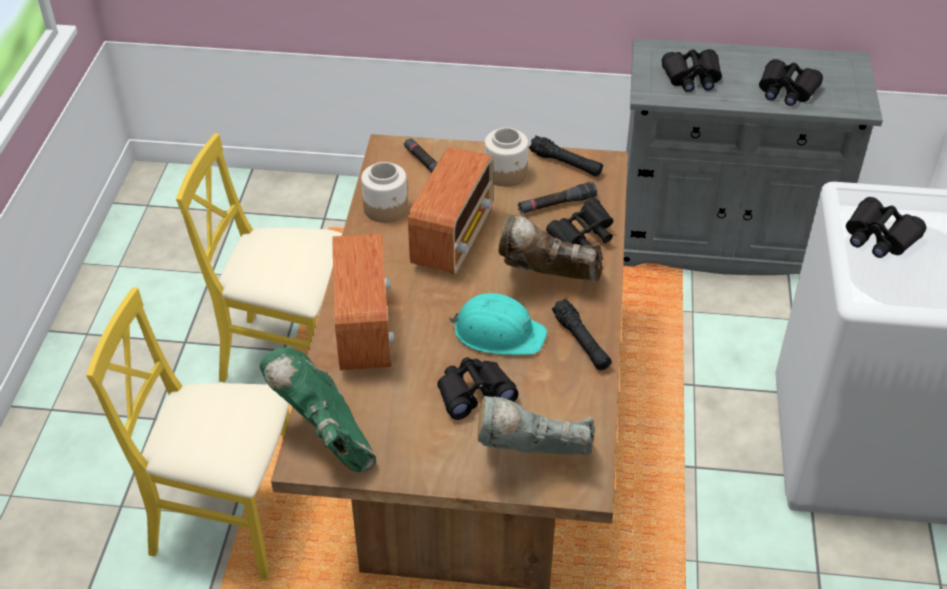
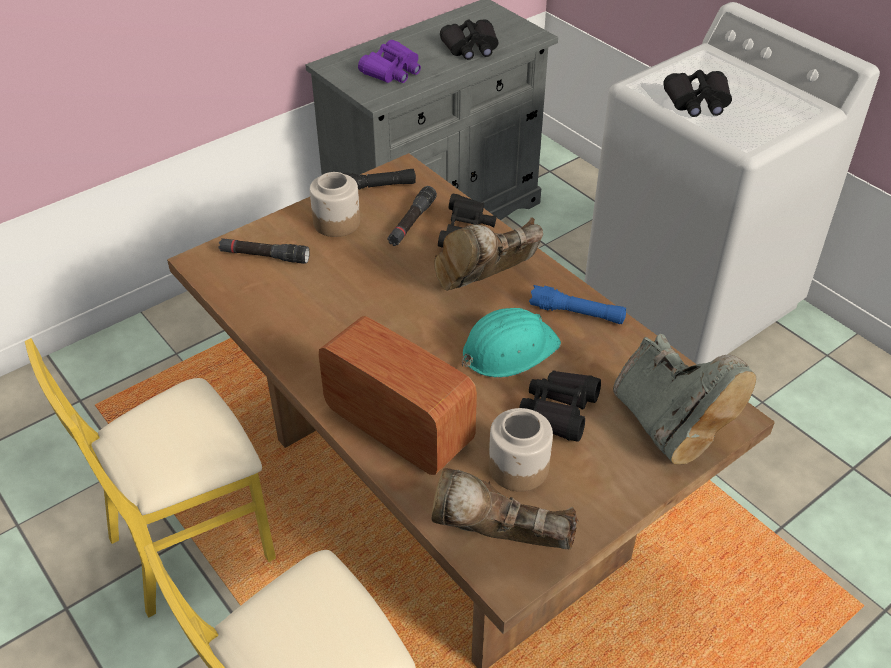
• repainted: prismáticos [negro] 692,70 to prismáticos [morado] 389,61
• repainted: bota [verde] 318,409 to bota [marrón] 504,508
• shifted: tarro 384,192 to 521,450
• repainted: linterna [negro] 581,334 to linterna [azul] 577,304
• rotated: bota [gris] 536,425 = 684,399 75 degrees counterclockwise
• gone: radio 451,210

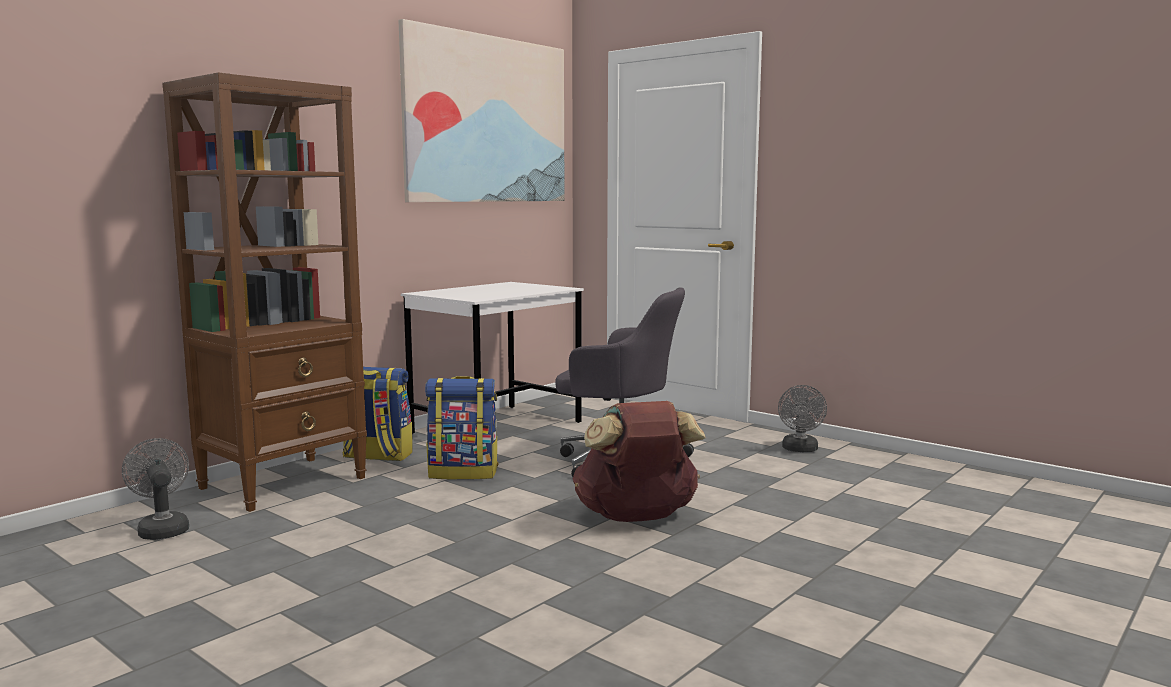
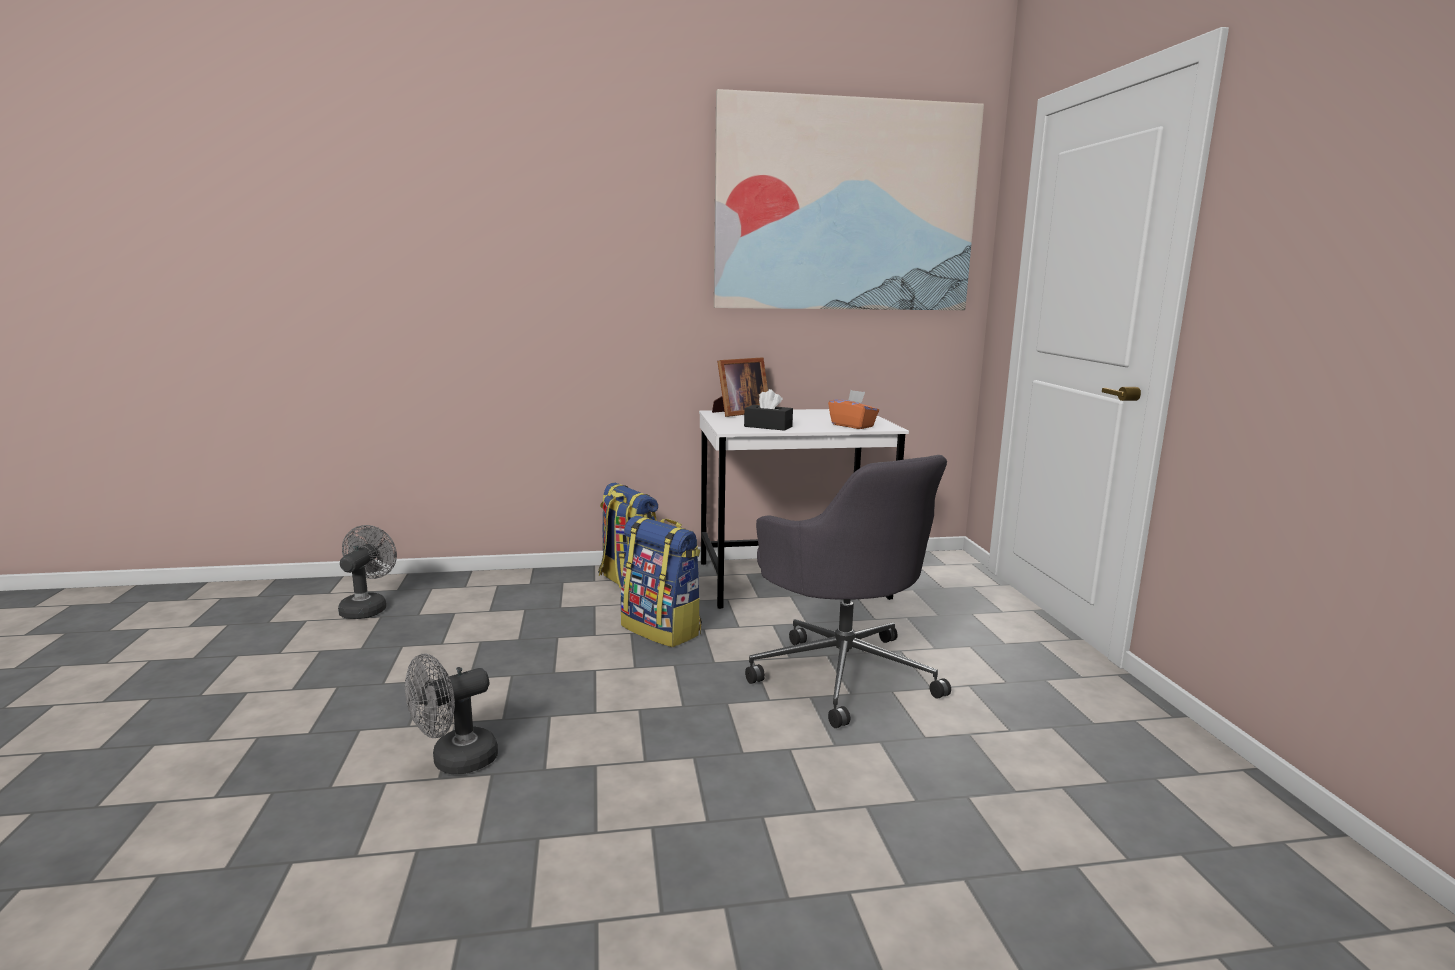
• shifted: ventilador [gris] 802,418 to 451,714
• new: portarretratos 740,387
• new: caja de pañuelos [negro] 768,410
• new: caja de pañuelos [naranja] 853,409
• gone: estantería [marrón] 264,292
• gone: mochila [marrón] 639,461

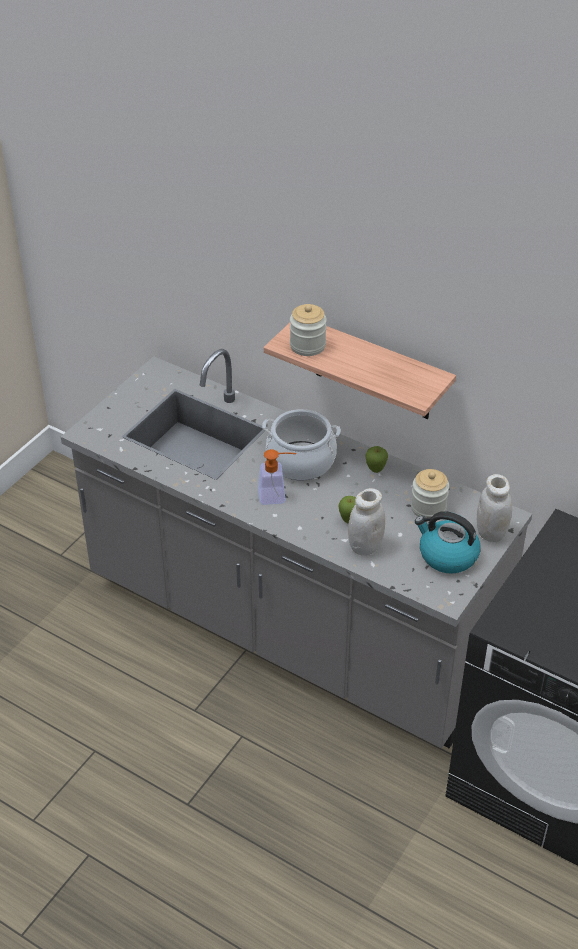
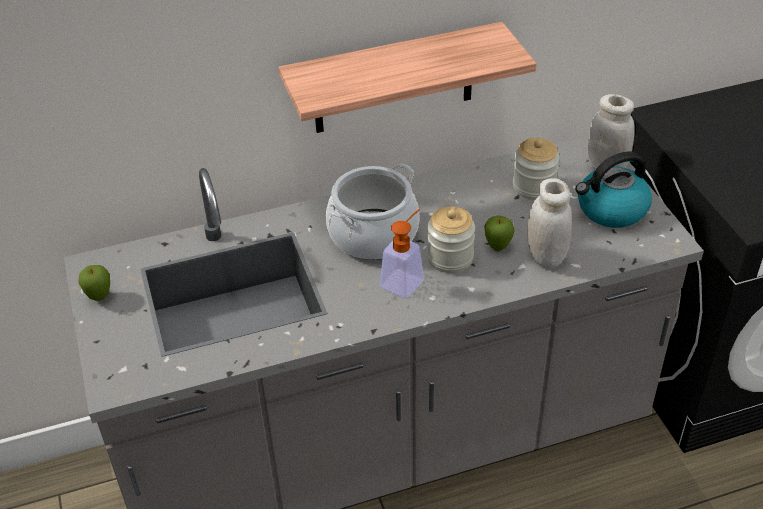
• shifted: manzana 376,459 to 94,283
• shifted: tarro 308,330 to 451,240

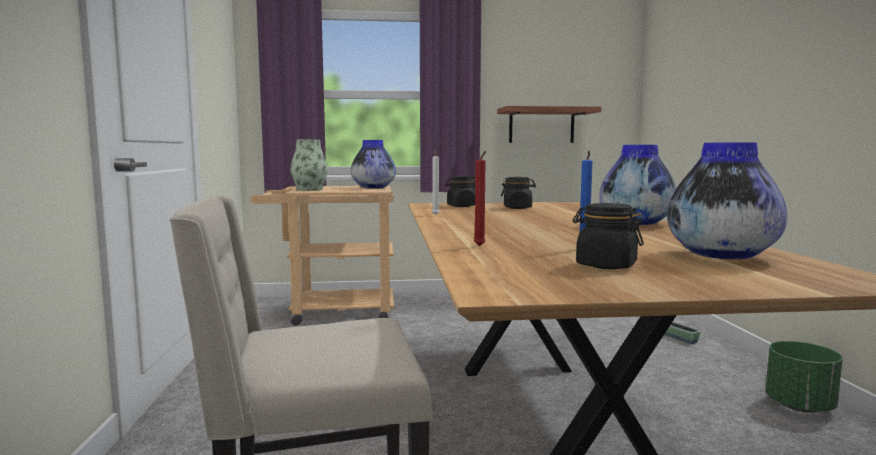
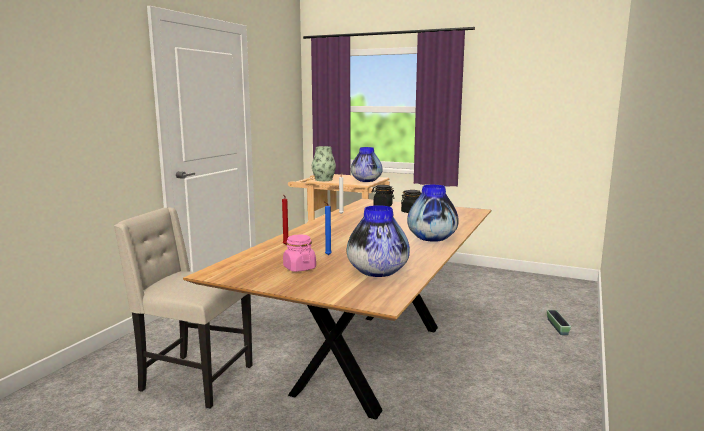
• repainted: tarro [negro] 608,236 to tarro [rosa] 299,253
• gone: estante 549,124
• gone: maceta [verde] 804,377

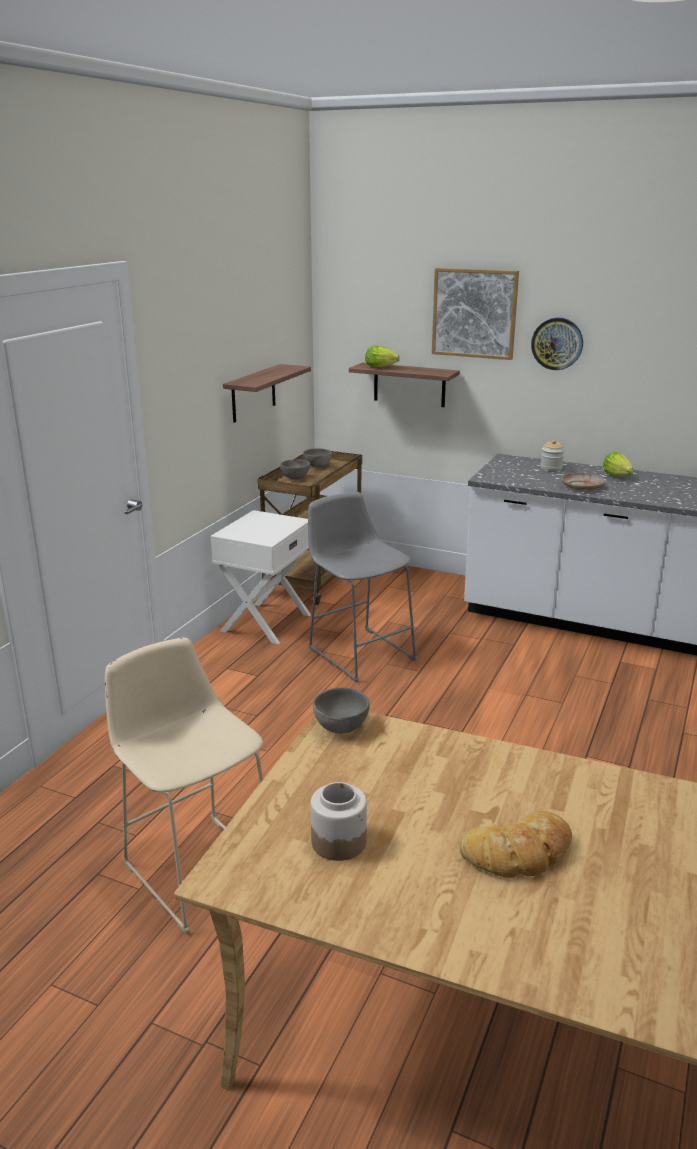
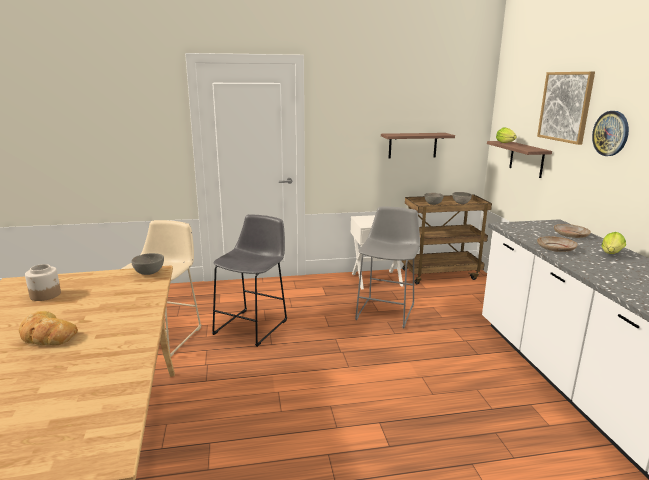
• new: taburete [gris] 249,280
• swapped: tarro 552,455 to plato [beis] 572,231

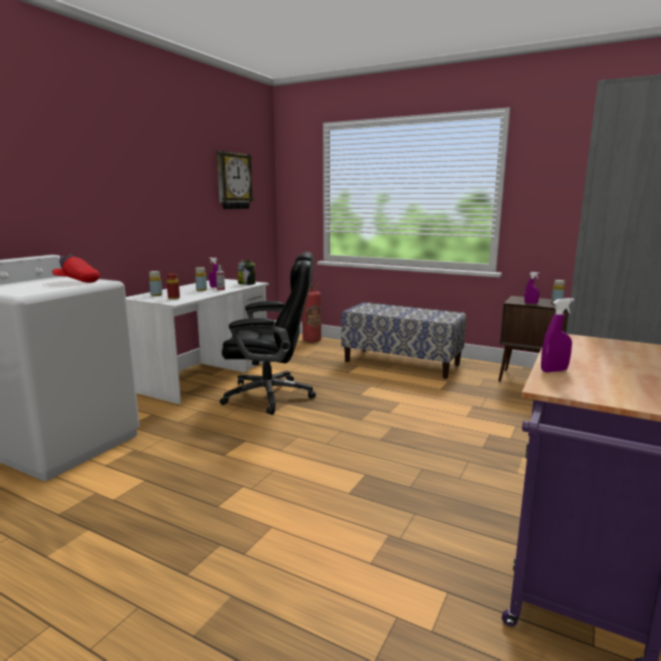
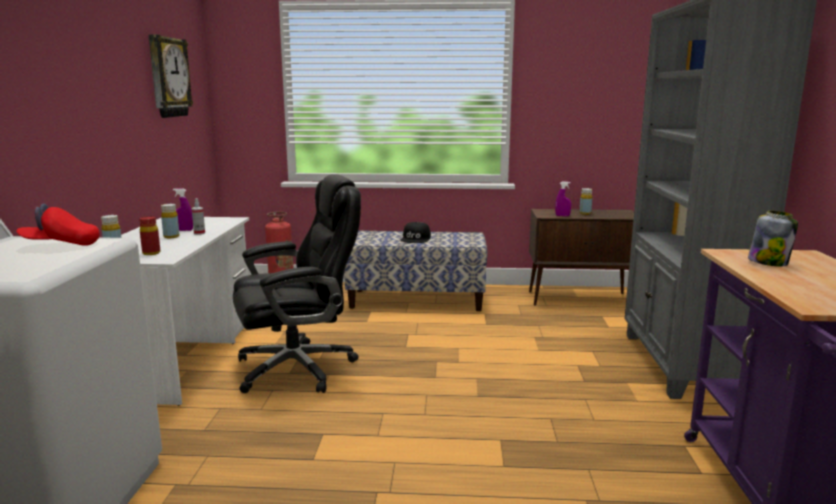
• new: gorra [negro] 416,232
• shifted: tarro 247,272 to 773,238
• gone: pulverizador [morado] 557,335

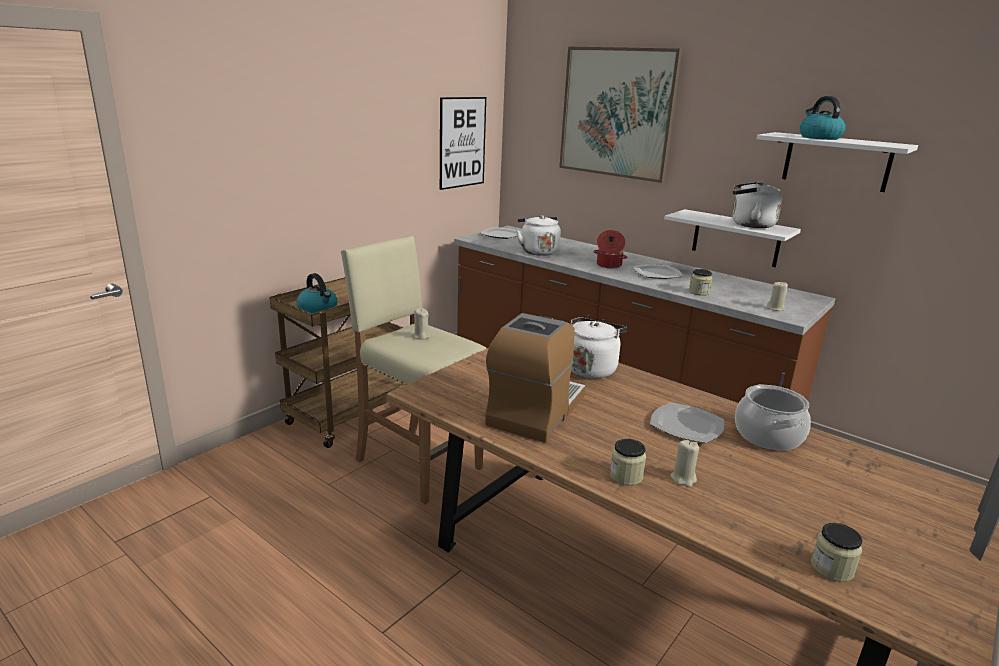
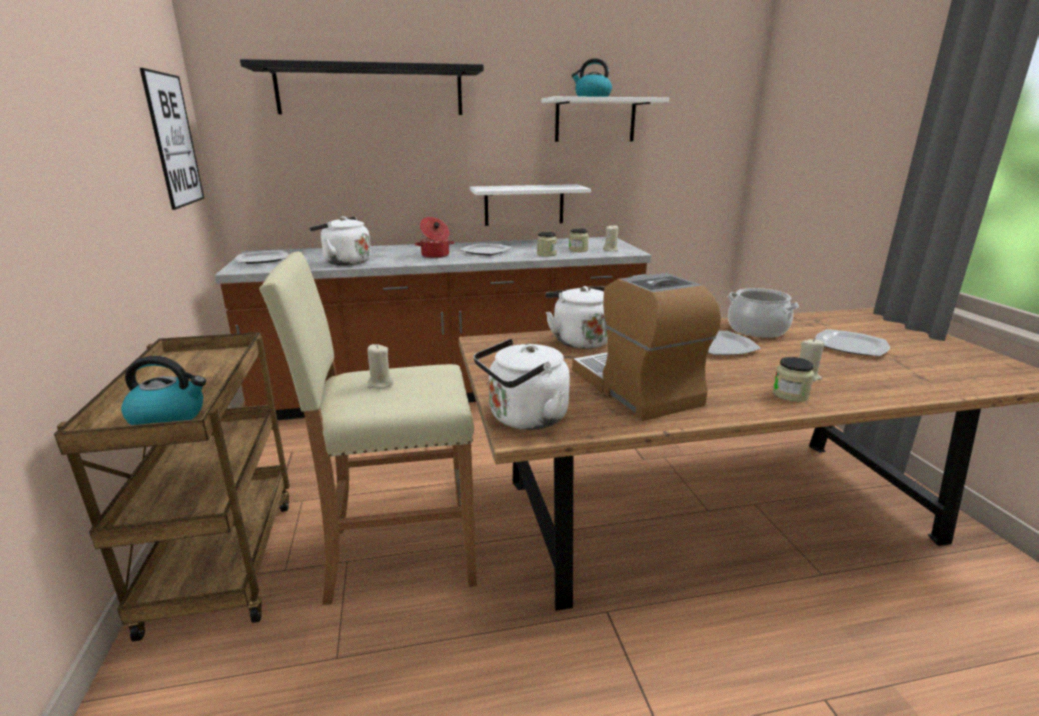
• swapped: cuadro 620,115 to estante [negro] 362,87
• shifted: hervidor [blanco] 757,205 to 521,384
• shifted: tarro 836,552 to 579,240
• new: plato 852,342

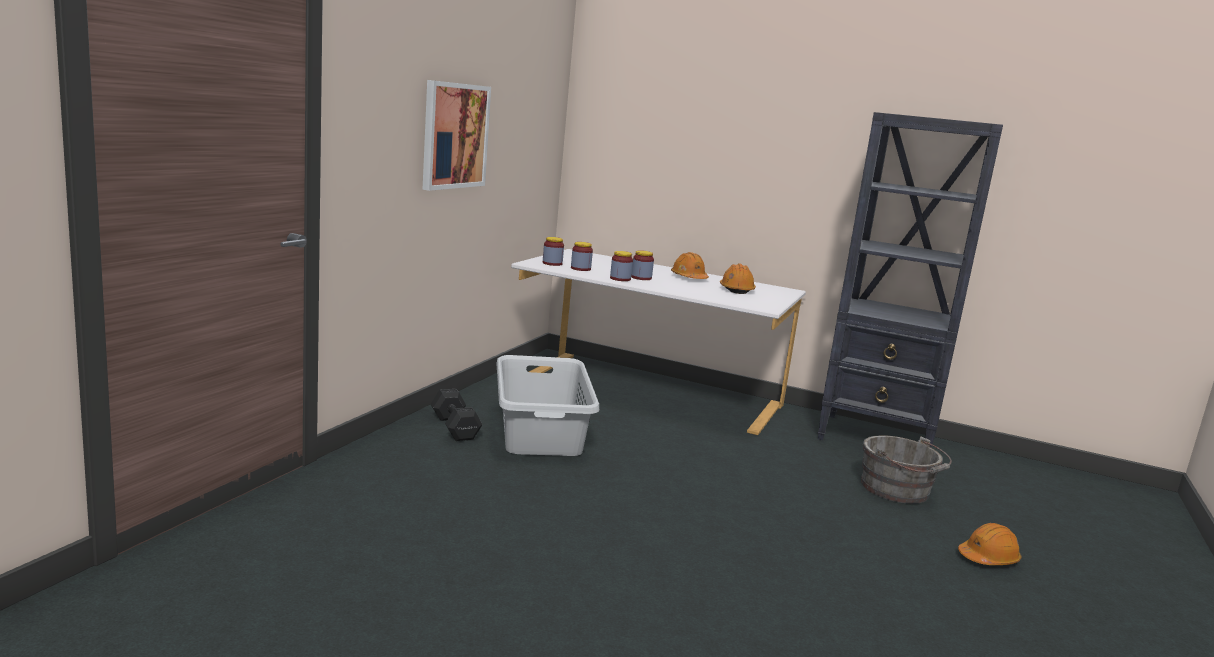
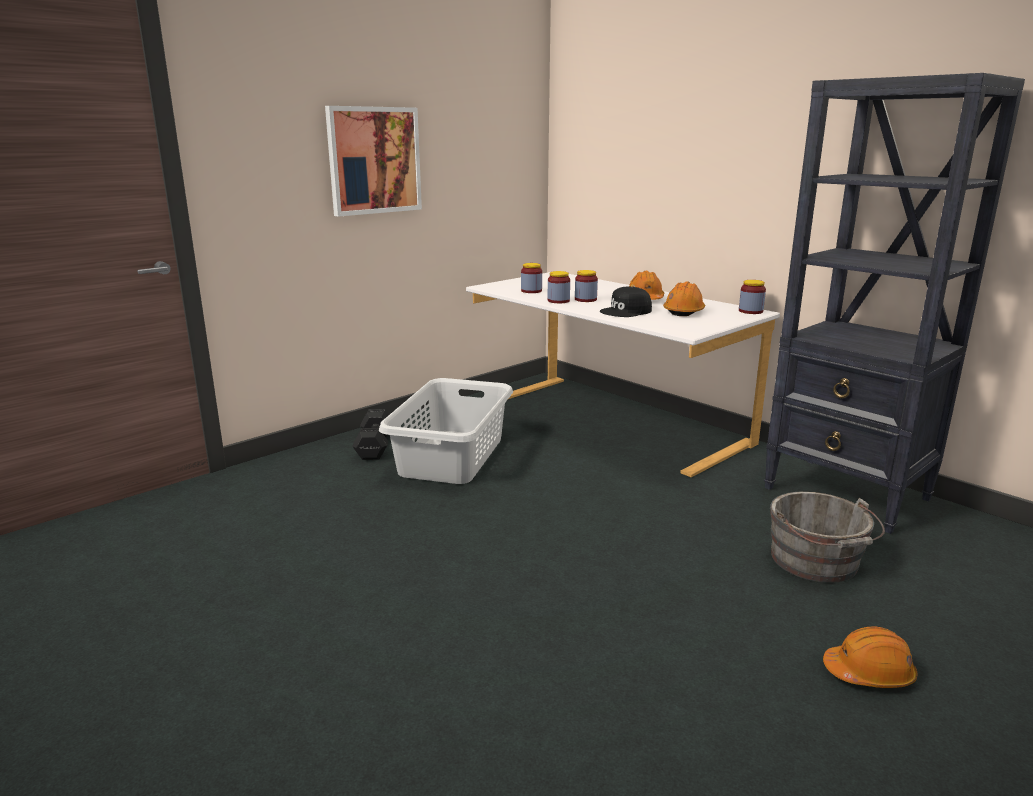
• new: gorra [negro] 626,302
• shifted: tarro 553,251 to 752,297

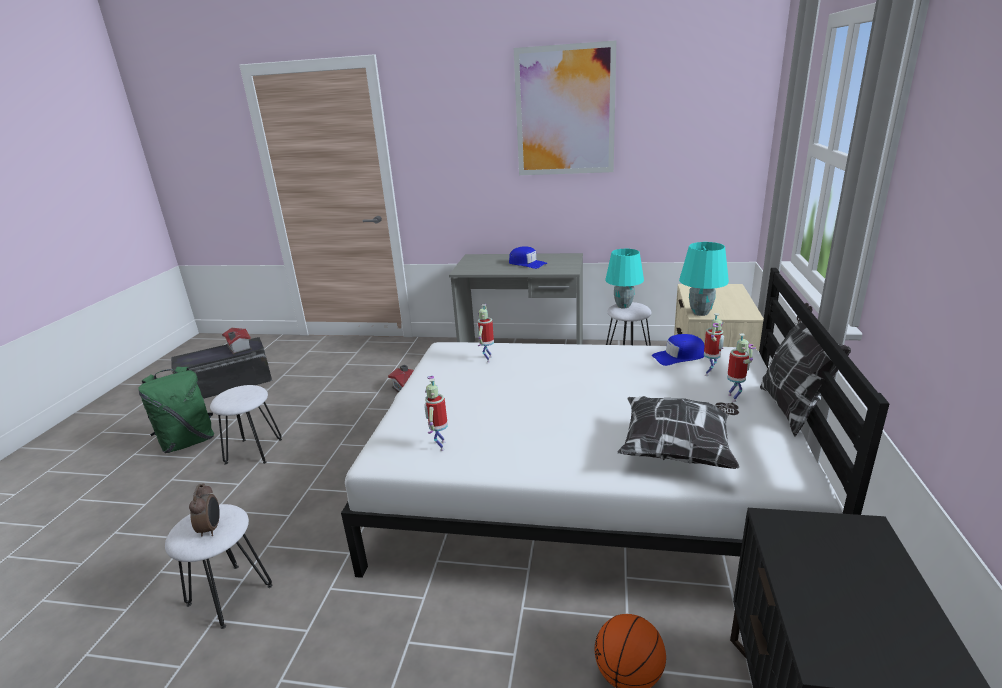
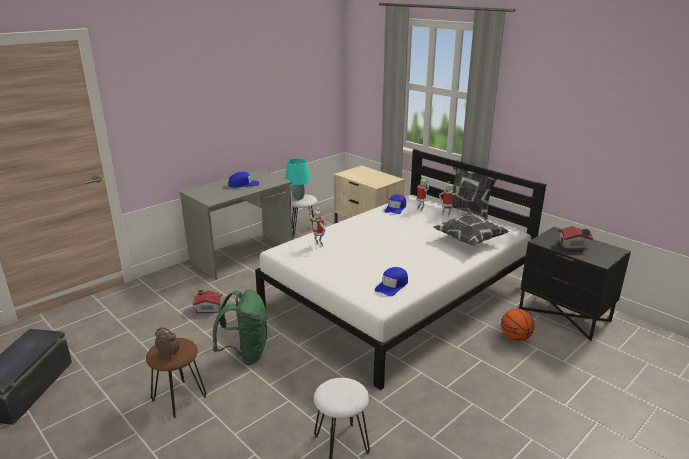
• repainted: taburete [blanco] 246,425 to taburete [marrón] 176,378
• shifted: despertador 204,509 to 167,343
• shifted: mochila [verde] 176,410 to 240,327
• swapped: robot de juguete 436,413 to gorra [azul] 391,281
• shifted: casita 237,341 to 575,238
• gone: cuadro 565,108
• gone: lámpara de mesa [turquesa] 704,279

